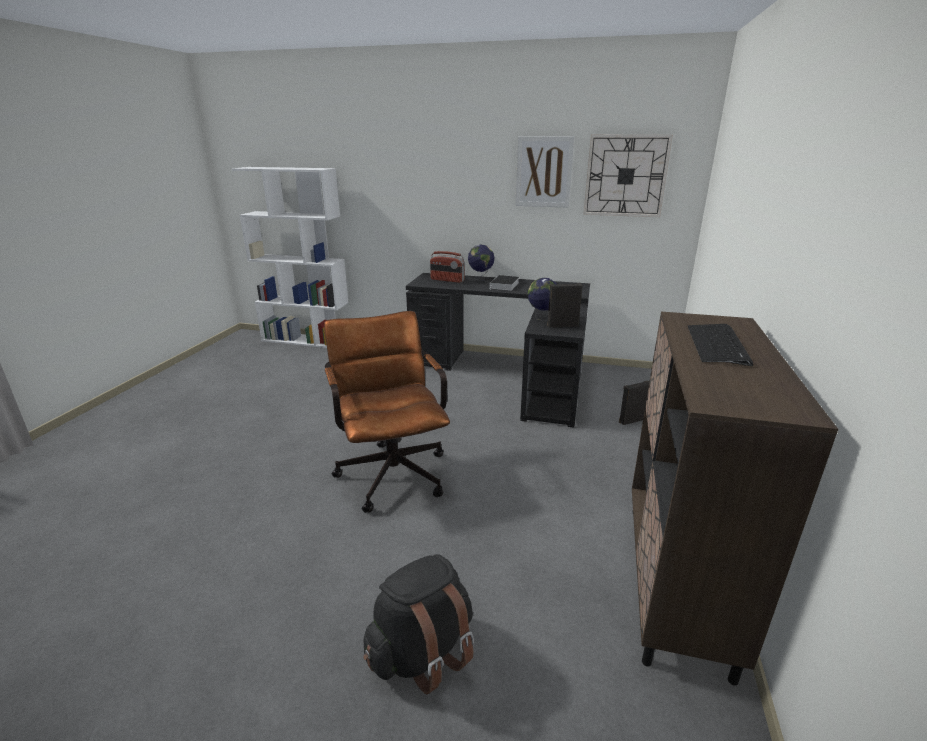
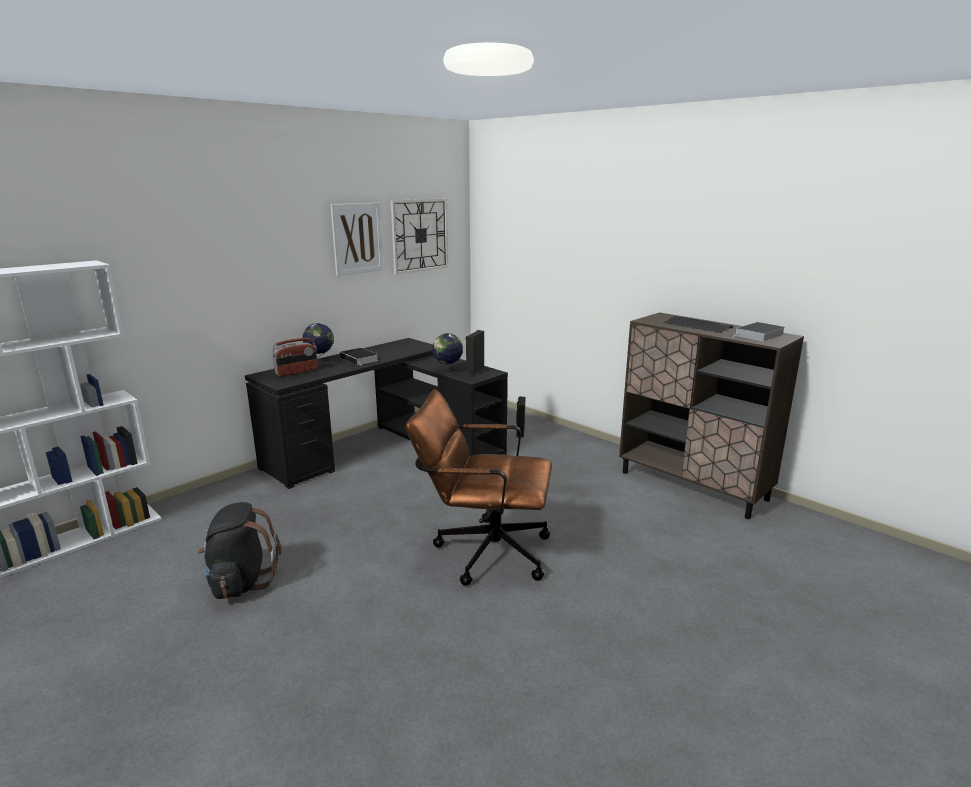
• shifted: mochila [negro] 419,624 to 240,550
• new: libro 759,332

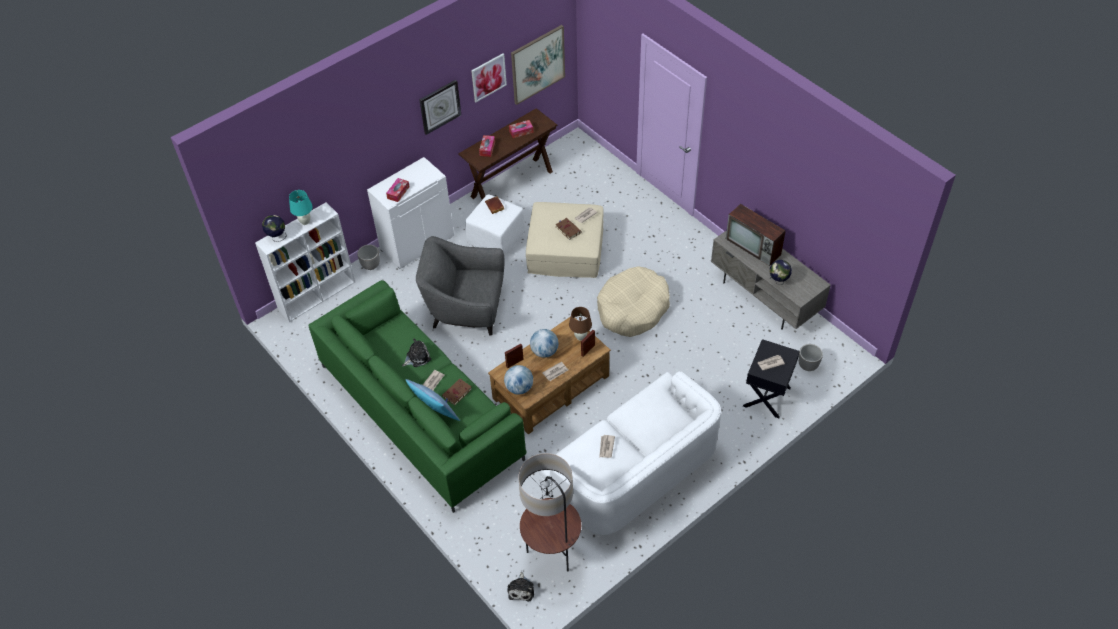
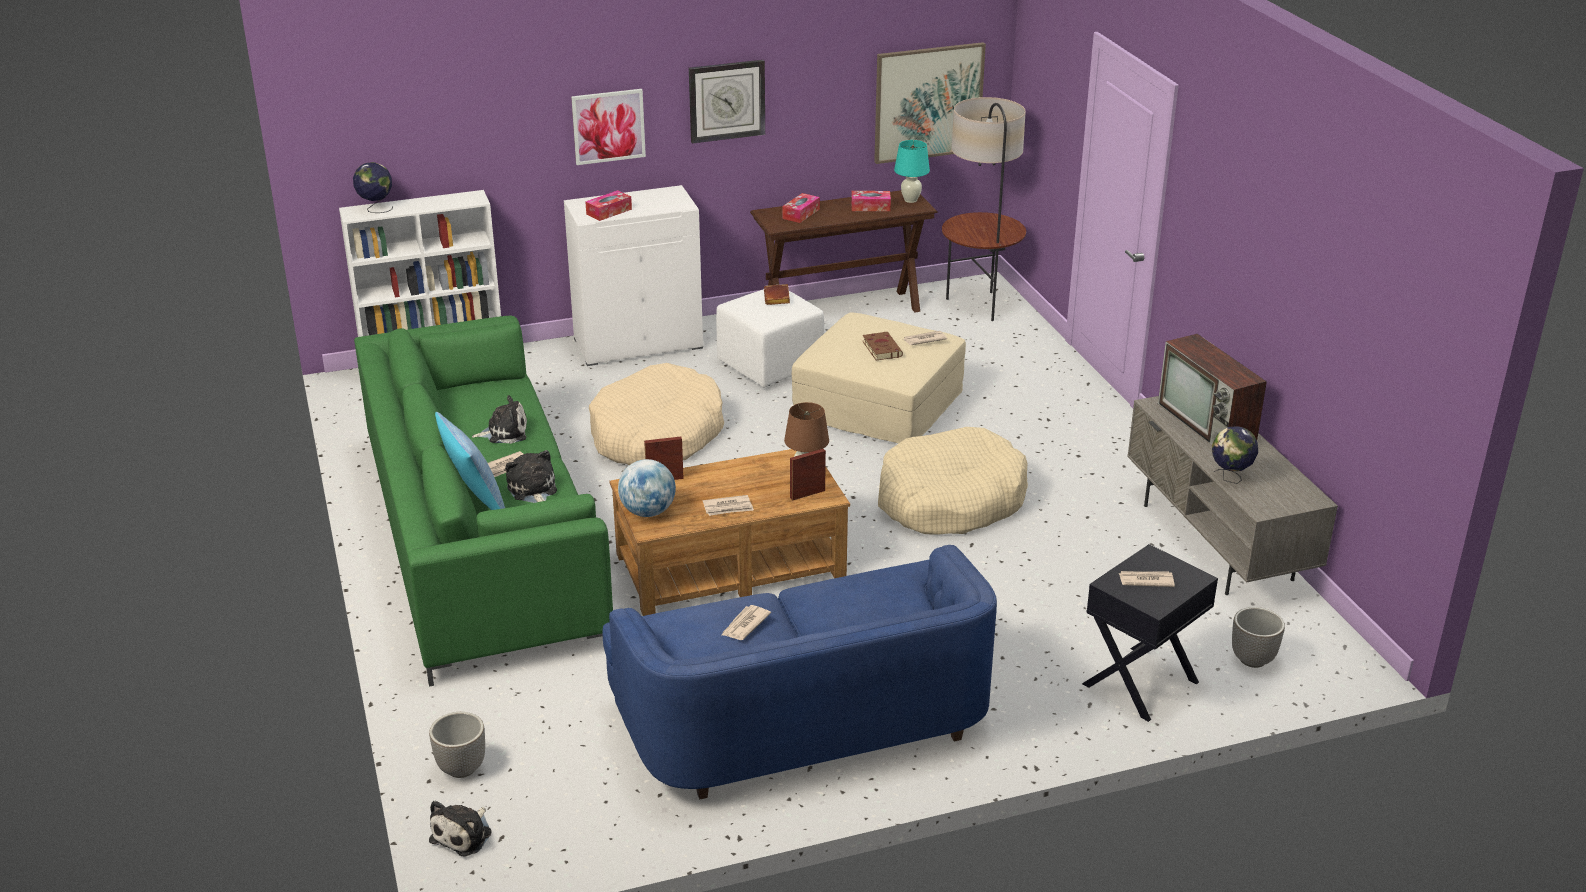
• shifted: maceta 368,257 to 457,745
• swapped: libro [marrón] 457,392 to peluche 531,476
• shifted: cuadro 489,77 to 608,127
• swapped: sillón [gris] 460,286 to cama para perro [beis] 656,414
• repainted: sofá [blanco] 630,453 to sofá [azul] 799,672
• shifted: lámpara de mesa [turquesa] 301,207 to 912,171
• shifted: lámpara de pie 550,512 to 984,209
• gone: globo terráqueo 544,343

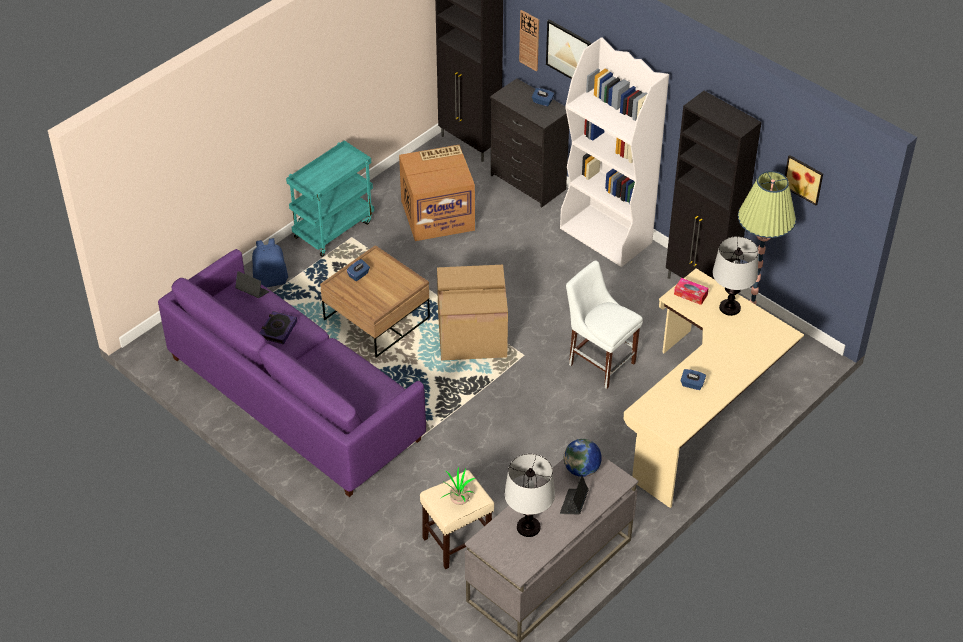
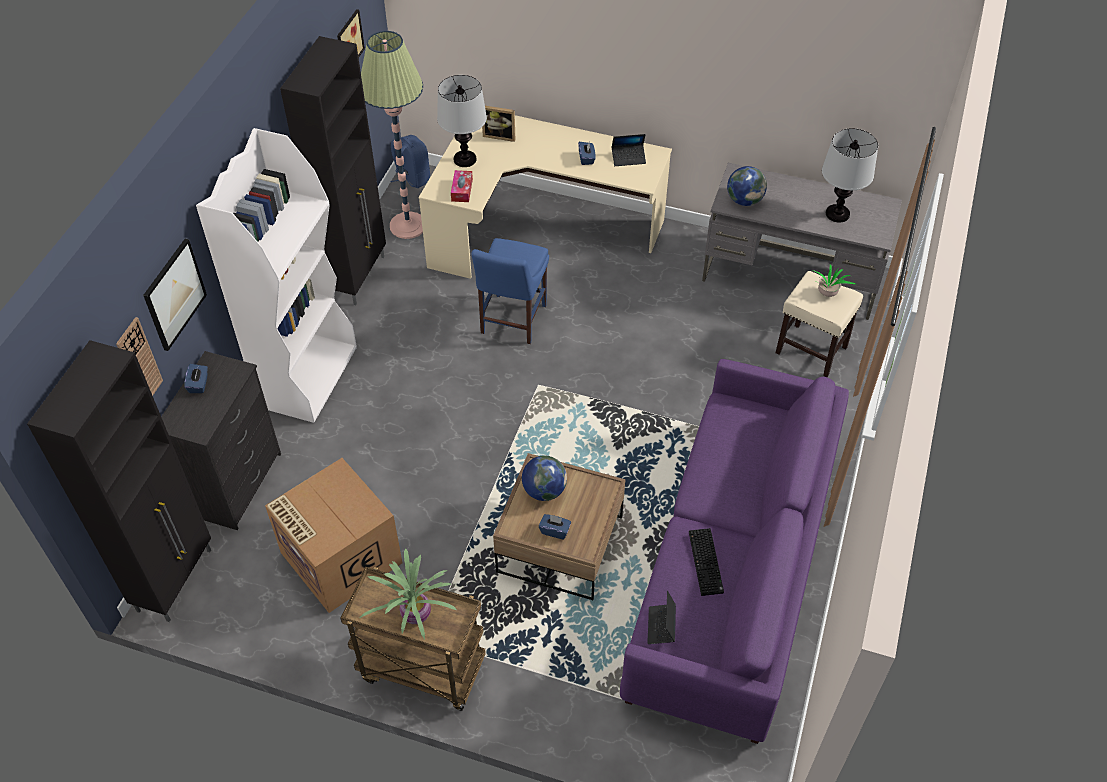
• repainted: carrito [turquesa] 330,198 to carrito [marrón] 413,639
• new: planta en maceta 408,594
• shifted: mochila [azul] 270,262 to 410,163
• repainted: silla [blanco] 604,325 to silla [azul] 510,291
• new: portarretratos 498,124
• new: globo terráqueo 544,478
• shifted: portátil 574,494 to 629,150
• swapped: libro 278,328 to teclado 706,562
• gone: caja de cartón 472,313

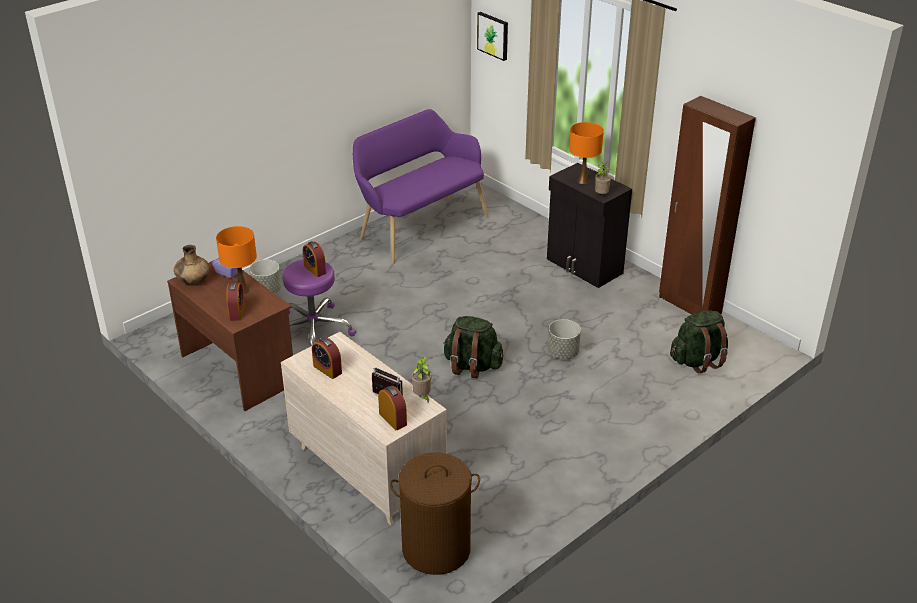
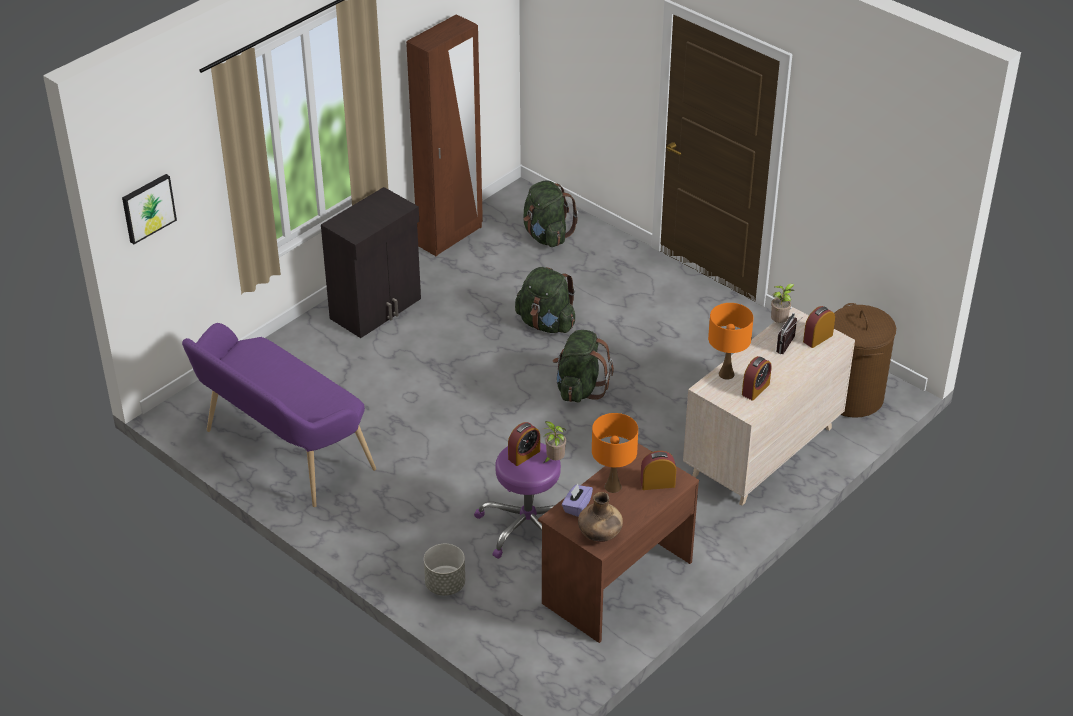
• swapped: maceta [gris] 564,339 to mochila [verde] 545,300
• shifted: planta en maceta 603,176 to 555,442
• shifted: lámpara de mesa [naranja] 586,153 to 730,341

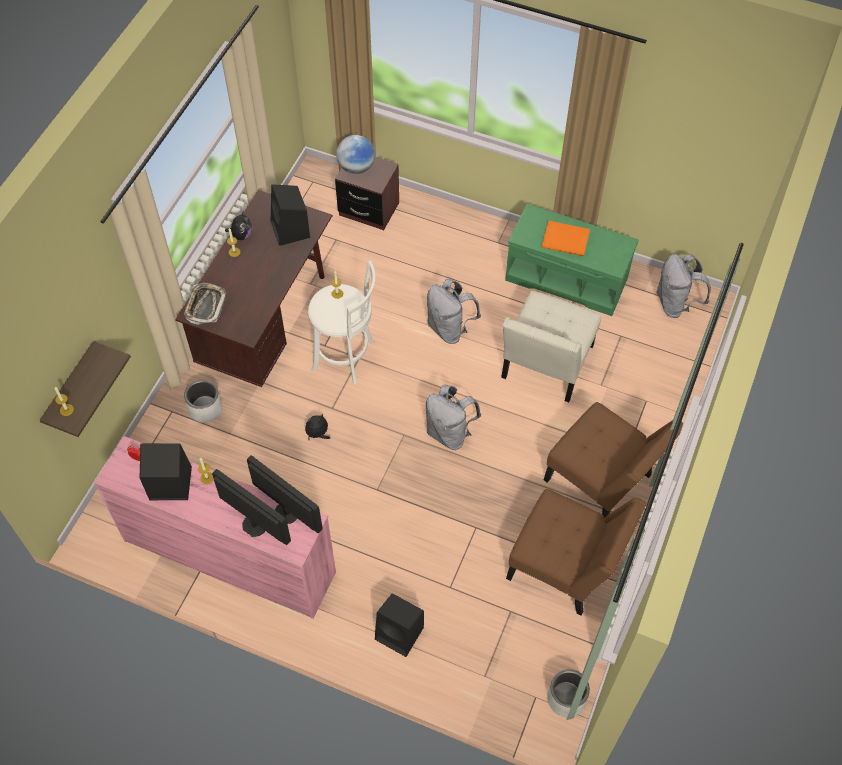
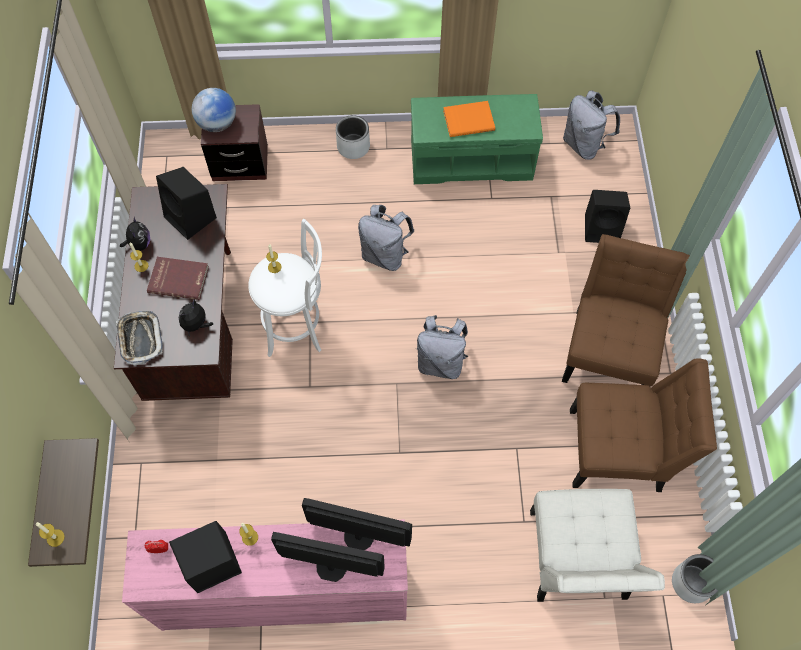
• new: libro [rojo] 178,278
• shifted: peluche 317,427 to 196,318
• shifted: maceta [gris] 203,401 to 353,137
• shifted: silla [blanco] 551,346 to 597,545
• rotated: silla [marrón] 613,460 = 626,310 90 degrees counterclockwise
• shifted: altavoz [negro] 399,625 to 607,216

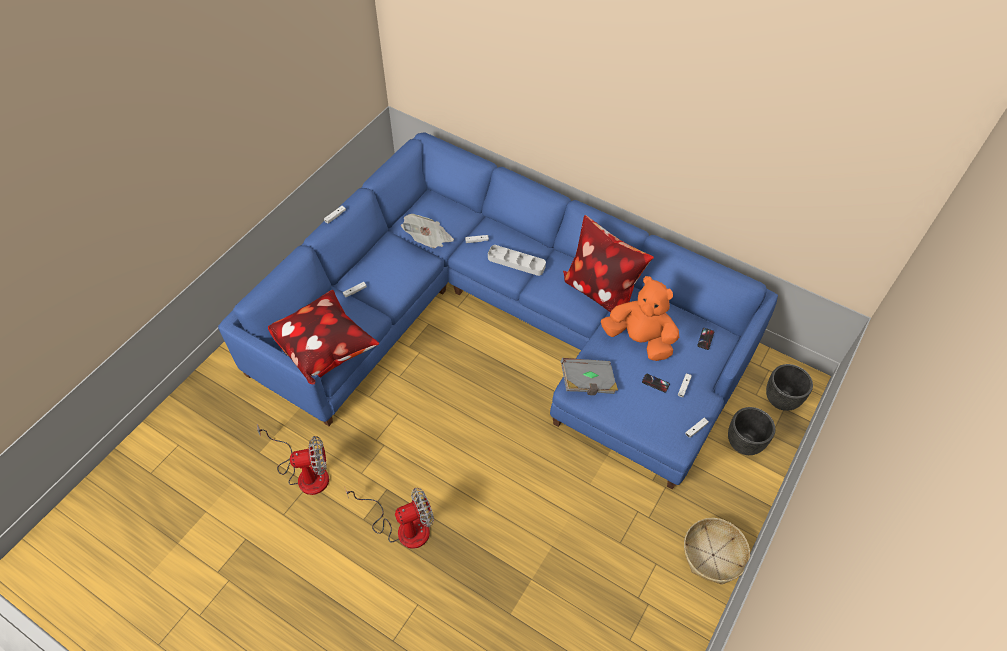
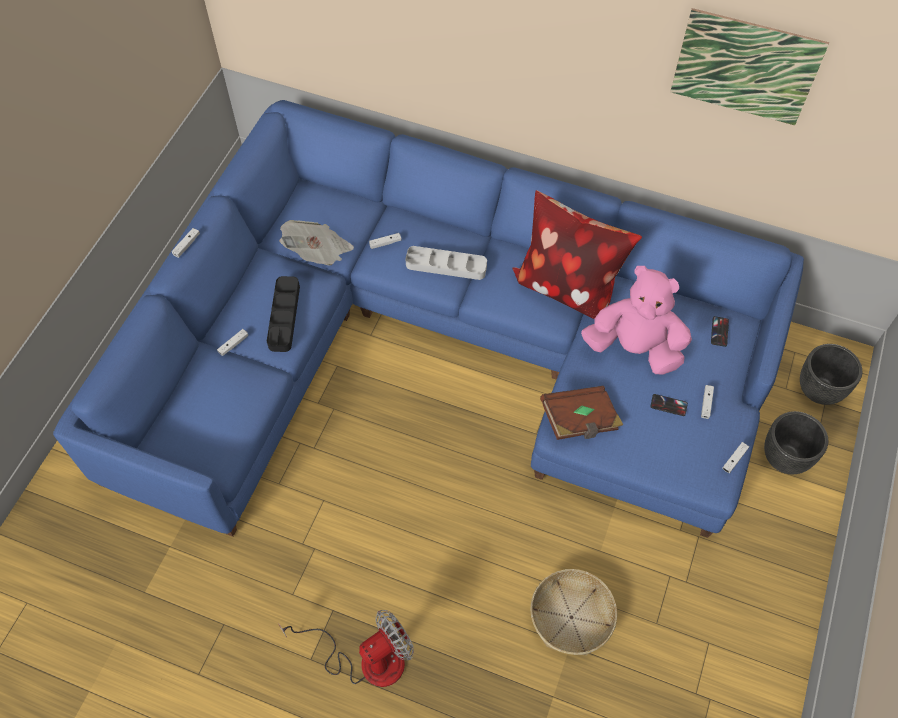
• new: bandeja [negro] 283,314
• shifted: cesta 717,551 to 573,612
• repainted: libro [gris] 589,376 to libro [marrón] 581,413
• repainted: peluche [naranja] 640,318 to peluche [rosa] 636,320
• new: cuadro 749,66
• gone: ventilador 293,459
• gone: cojín 323,337

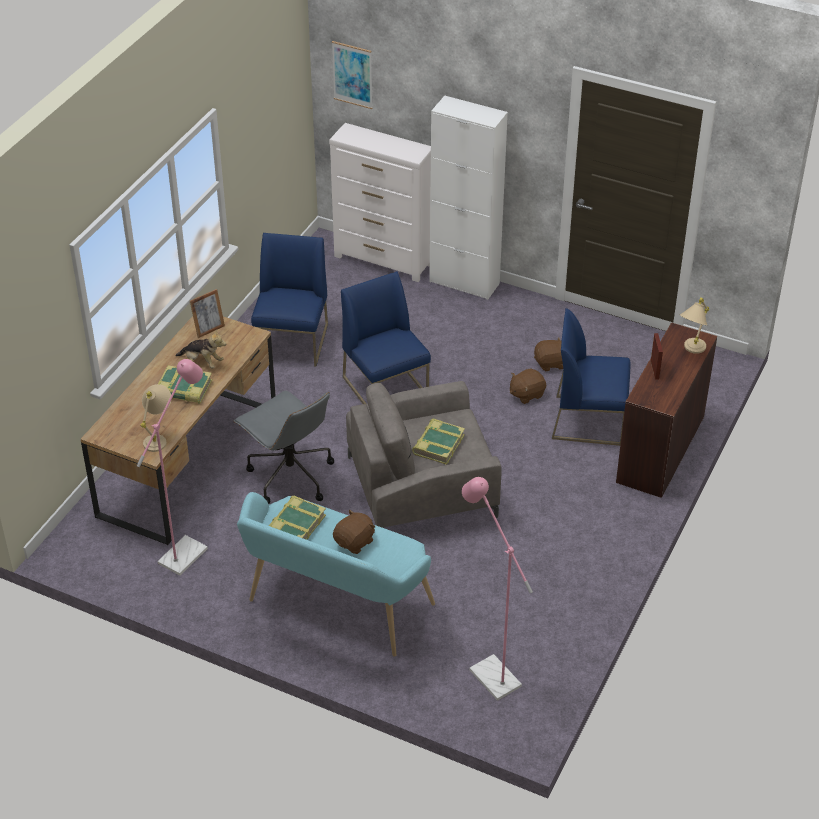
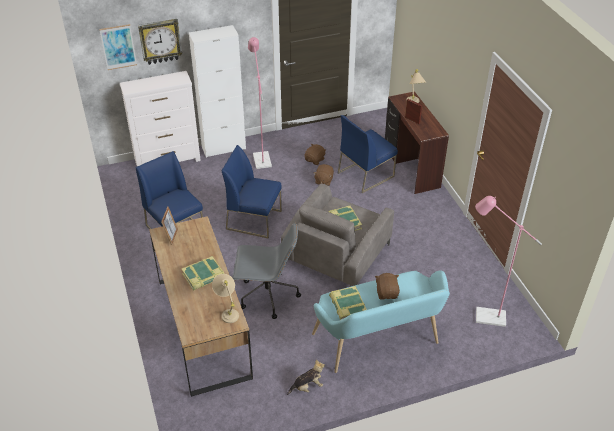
• new: reloj de pared 160,42
• shifted: lámpara de pie [rosa] 172,467 to 260,103
• shifted: peluche 200,349 to 306,377

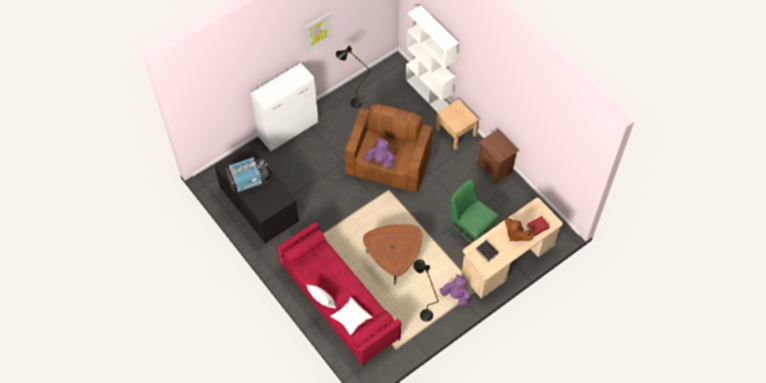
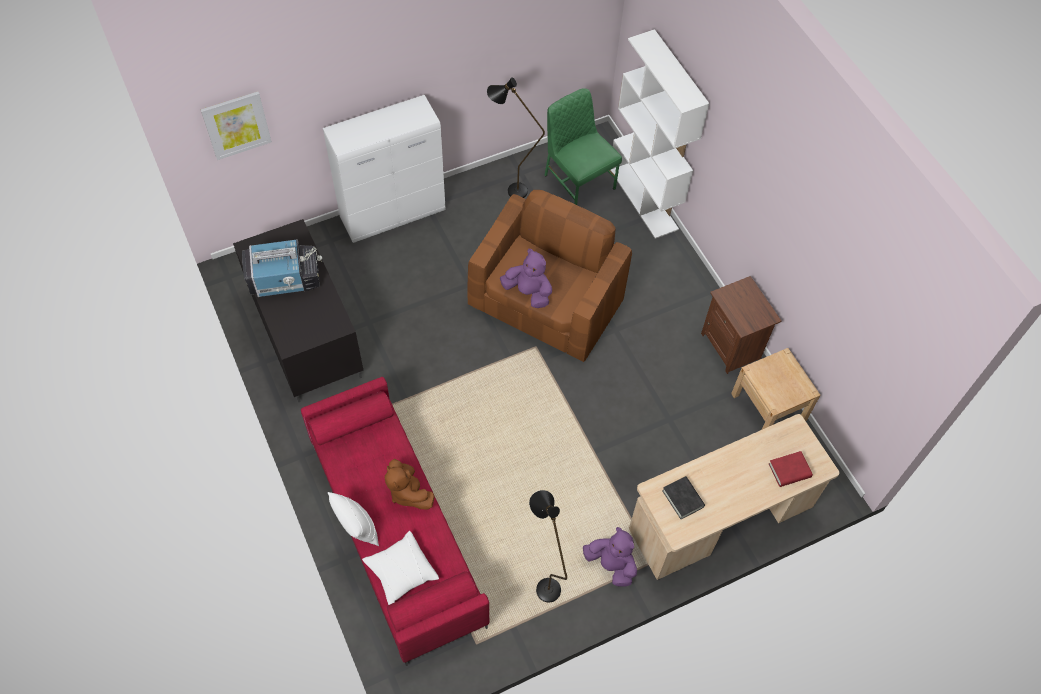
• shifted: cuadro 318,32 to 236,125
• shifted: peluche [marrón] 519,229 to 409,484
• shifted: silla [verde] 473,211 to 583,146
• shifted: mesita de noche [beis] 457,124 to 775,388
• gone: mesa de centro [marrón] 392,254

